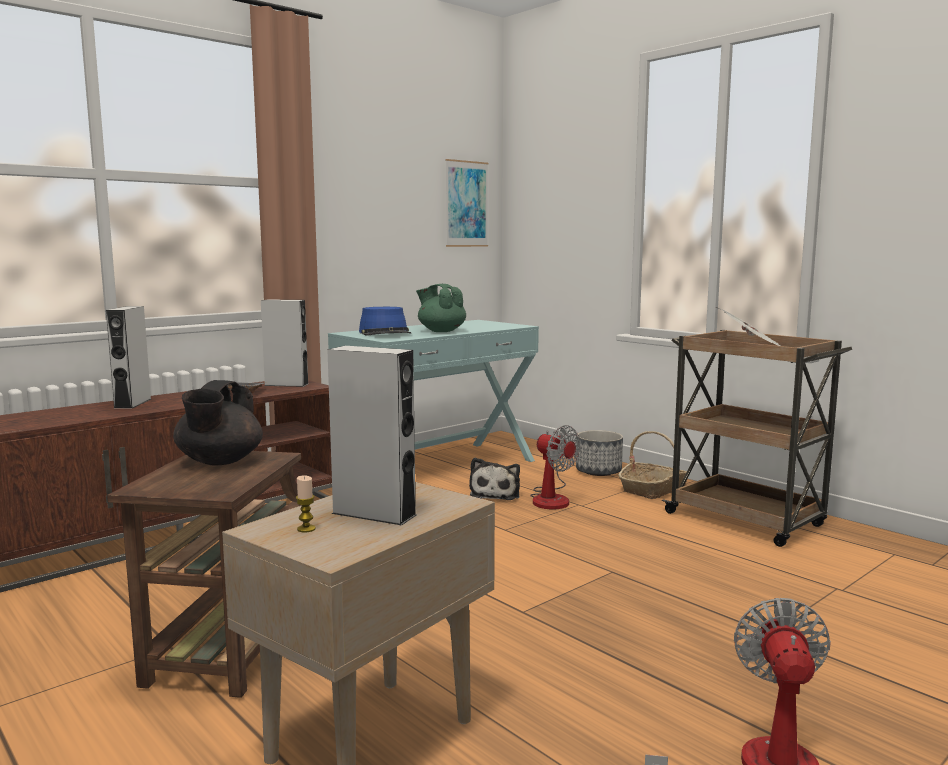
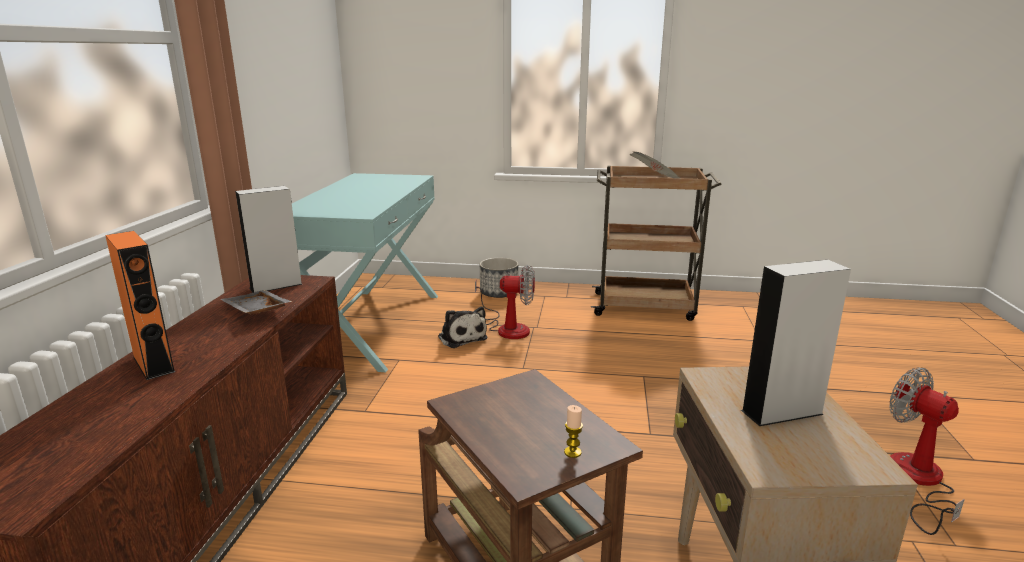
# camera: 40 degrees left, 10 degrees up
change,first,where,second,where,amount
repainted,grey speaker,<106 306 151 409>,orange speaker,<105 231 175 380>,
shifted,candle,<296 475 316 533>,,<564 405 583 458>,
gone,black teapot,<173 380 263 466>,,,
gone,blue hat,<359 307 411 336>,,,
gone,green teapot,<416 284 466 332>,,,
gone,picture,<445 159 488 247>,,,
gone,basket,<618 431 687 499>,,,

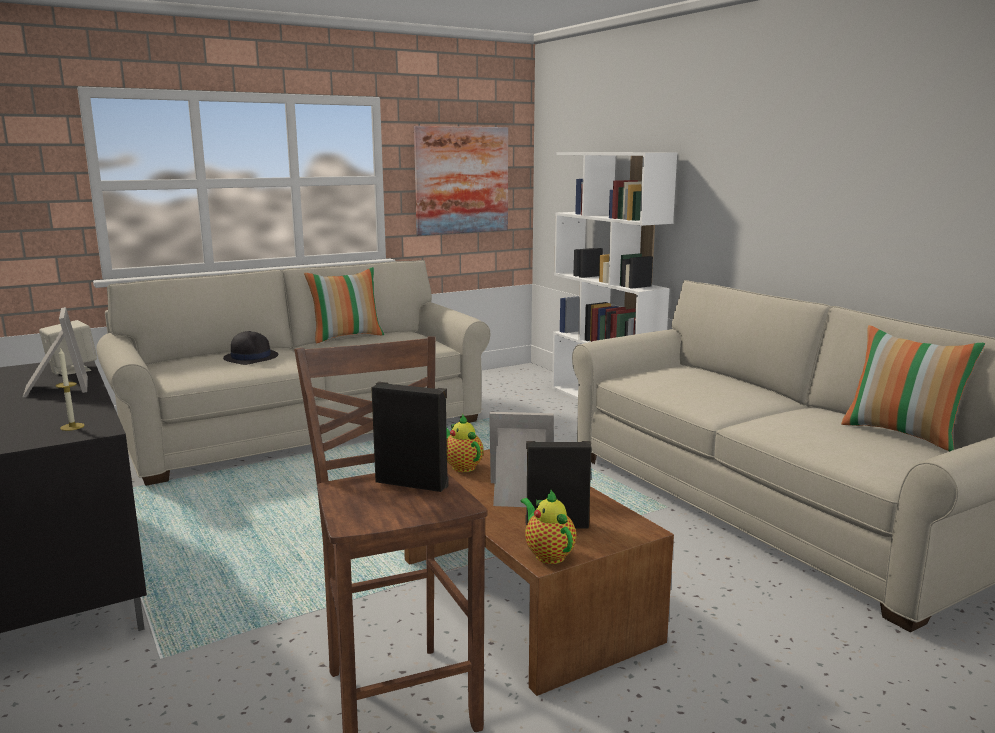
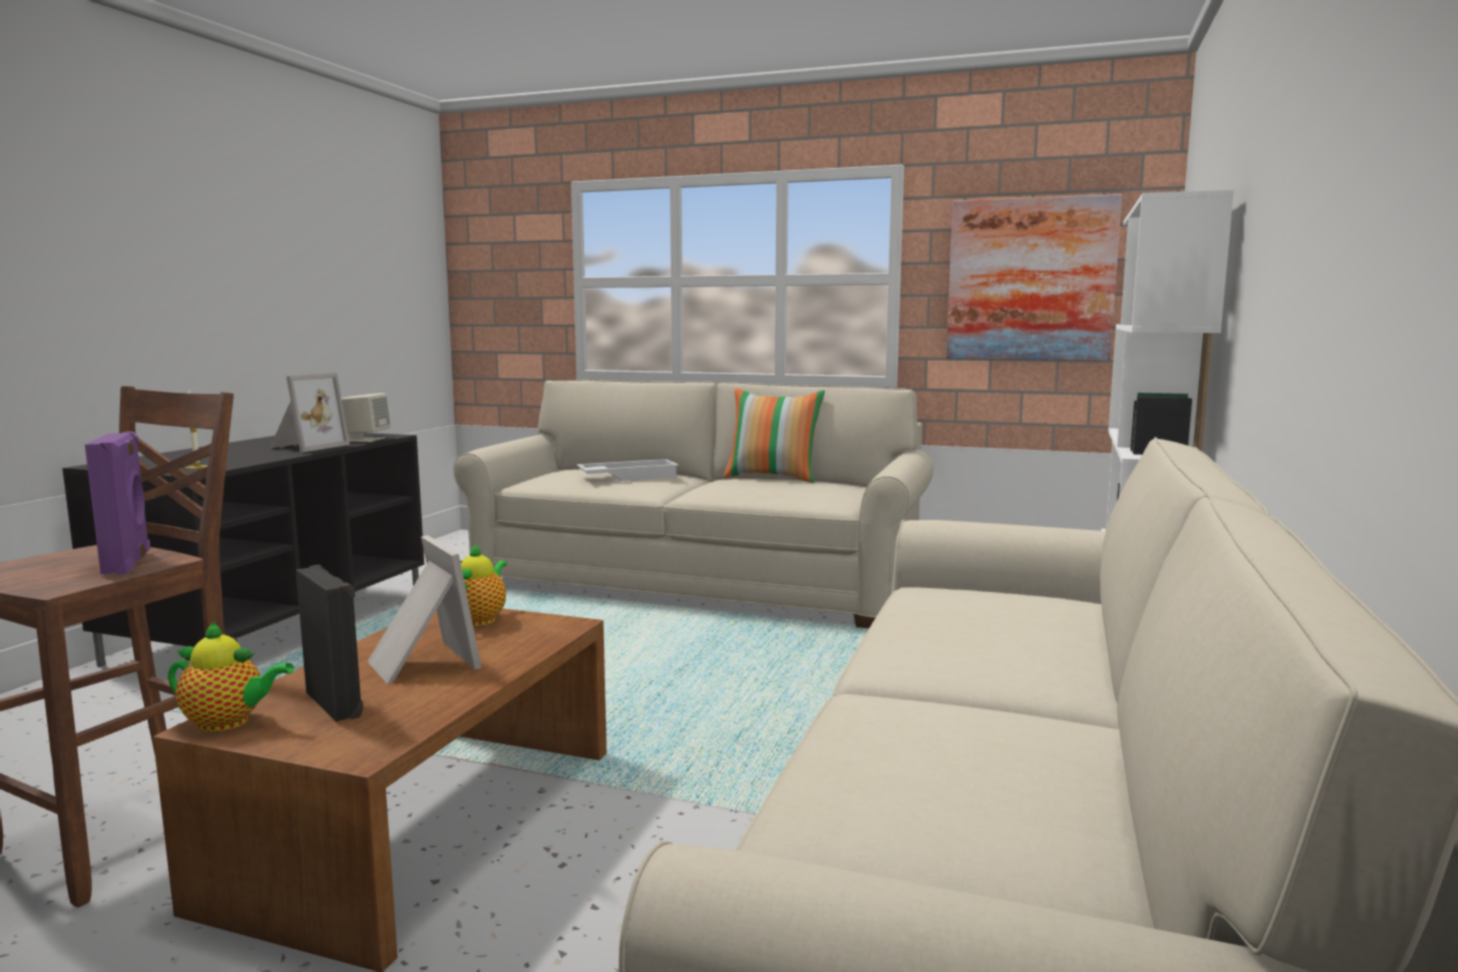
# camera: 50 degrees right, 5 degrees down
change,first,where,second,where,amount
repainted,black speaker,<371 382 449 492>,purple speaker,<85 431 150 575>,
rotated,teapot,<521 490 576 564>,,<168 622 294 732>,75 degrees clockwise
swapped,black hat,<223 331 278 365>,white tray,<577 459 679 481>,
gone,pillow,<841 325 985 451>,,,

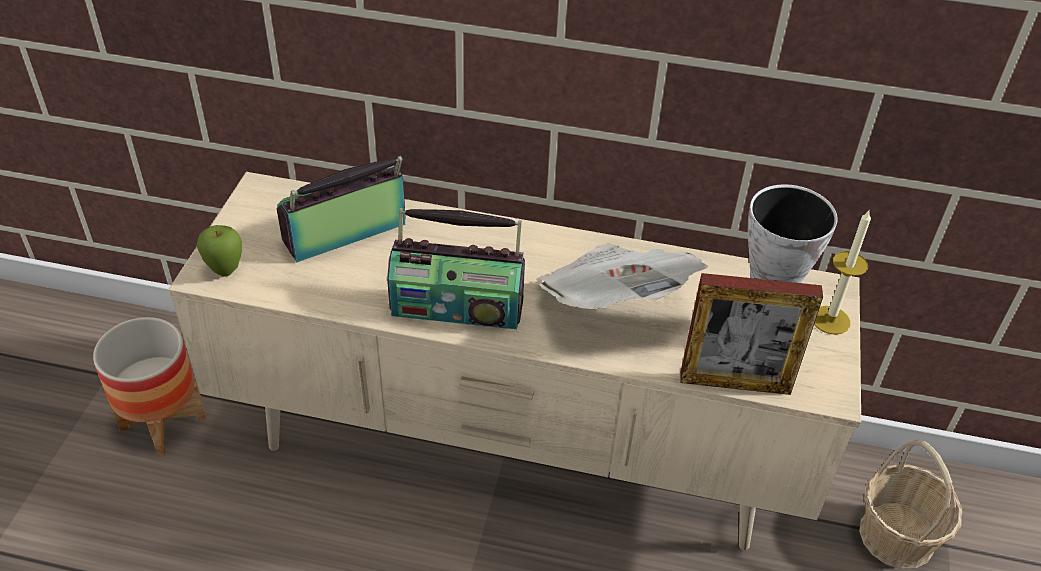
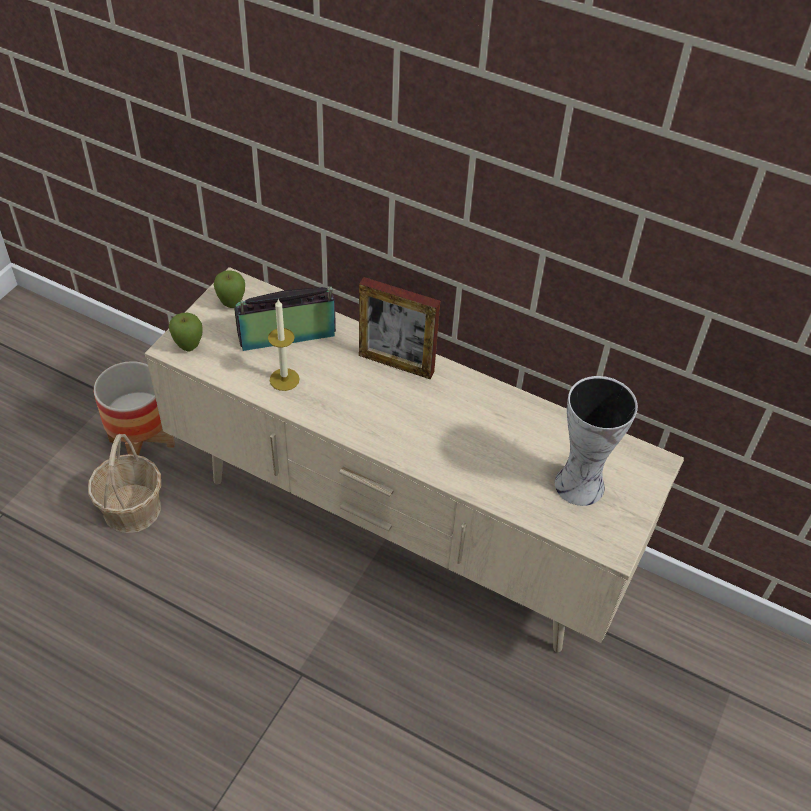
# camera: 15 degrees right, 5 degrees up
change,first,where,second,where,amount
shifted,basket,<859 440 962 569>,,<88 434 161 533>,
new,,,apple,<214 270 245 308>,
shifted,candle,<814 209 871 335>,,<268 299 300 391>,
shifted,picture frame,<680 273 823 395>,,<359 277 440 379>,
gone,radio,<387 208 525 329>,,,
gone,newspaper,<536 243 708 309>,,,

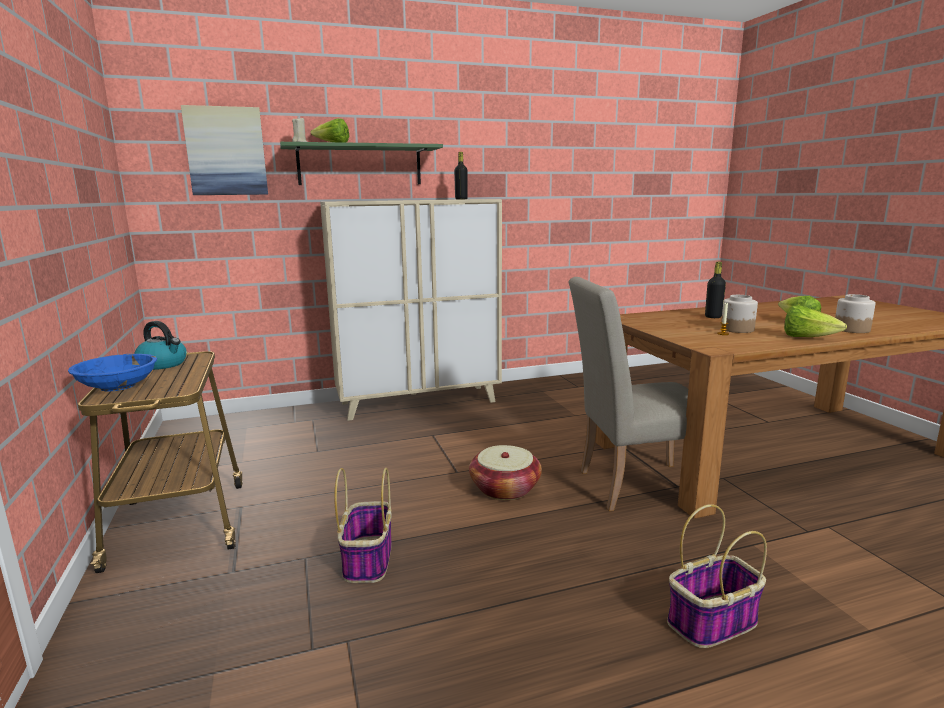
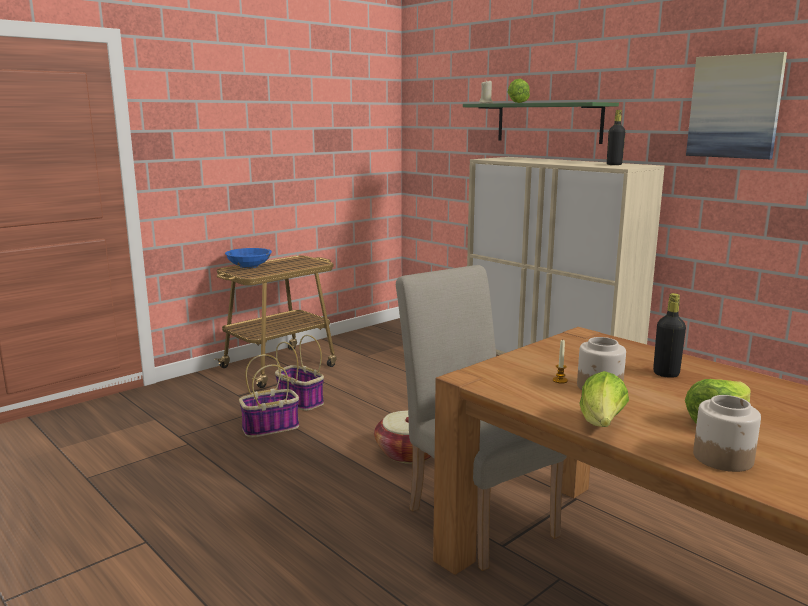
# camera: 65 degrees right, 0 degrees up
change,first,where,second,where,amount
shifted,basket,<667 504 767 648>,,<275 335 324 411>,
shifted,picture,<181 105 268 195>,,<686 52 787 159>,
gone,kettle,<134 321 187 370>,,,

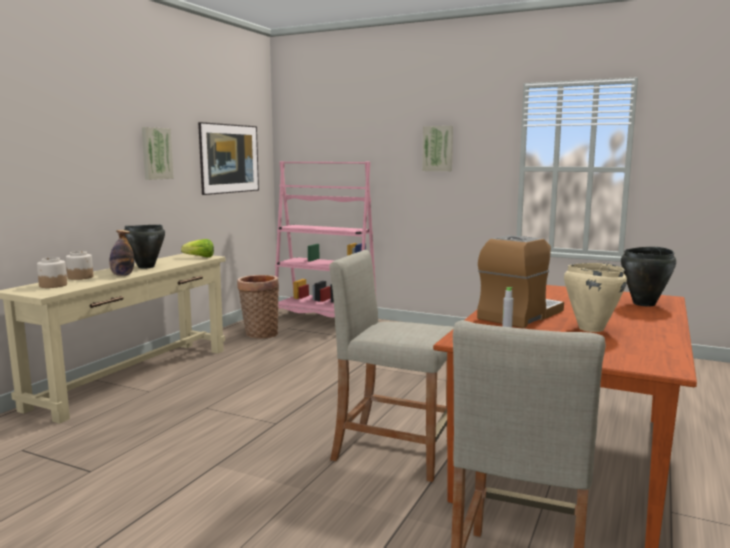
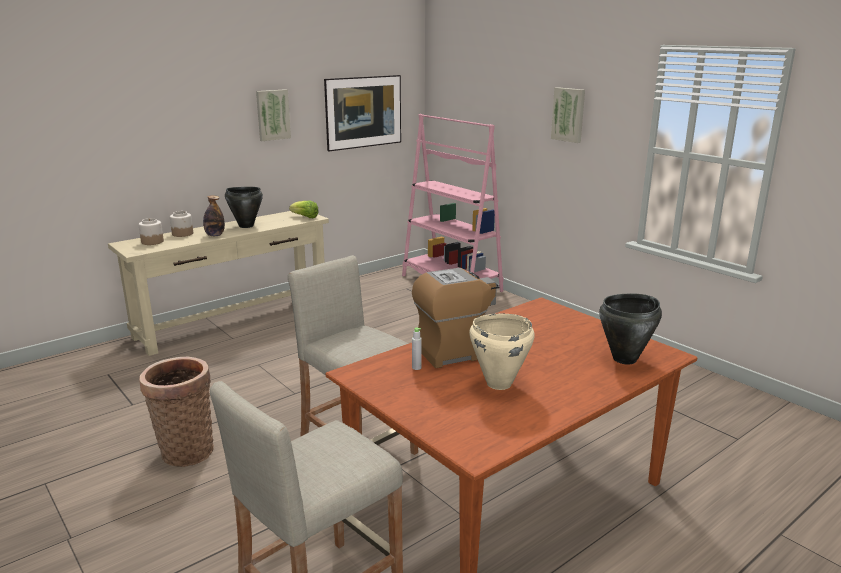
# camera: 25 degrees right, 10 degrees up
change,first,where,second,where,amount
shifted,basket,<237 275 279 339>,,<139 357 214 467>,

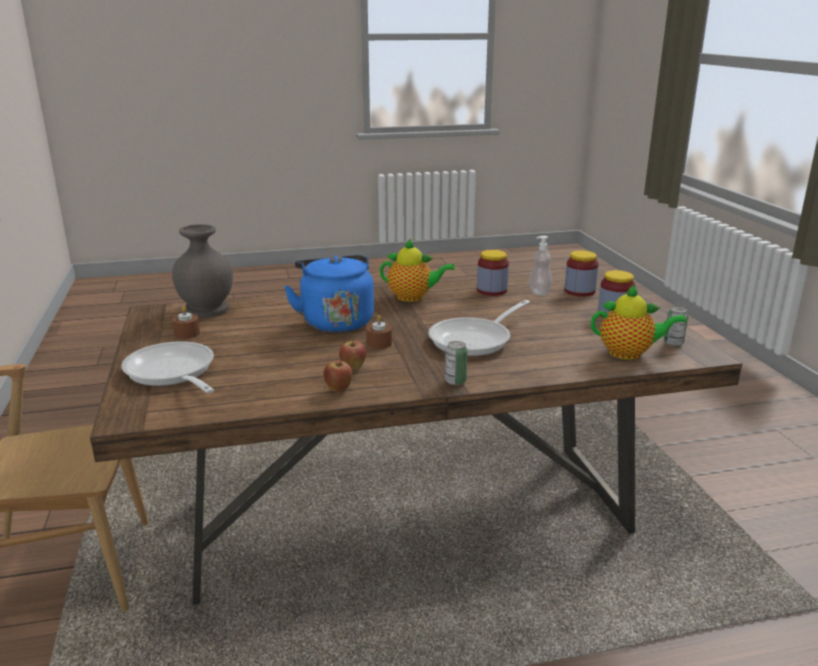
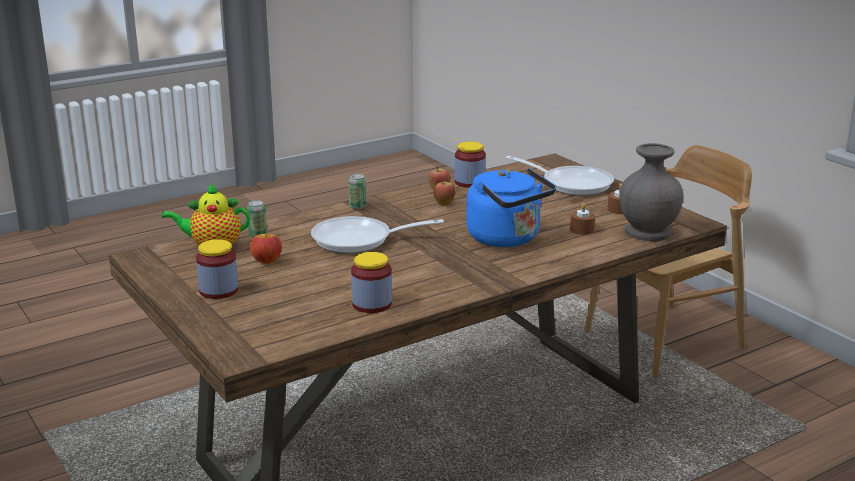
# camera: 160 degrees right, 0 degrees up
change,first,where,second,where,amount
shifted,can,<664 307 688 346>,,<247 200 267 238>,
new,,,apple,<250 231 282 264>,
rotated,frying pan,<428 300 530 356>,,<311 216 444 253>,120 degrees counterclockwise
shifted,jar,<564 250 598 297>,,<455 142 486 188>,
shifted,brown candle,<366 315 392 349>,,<570 203 595 235>,
gone,teapot,<380 239 455 302>,,,
gone,soap dispenser,<529 236 552 295>,,,

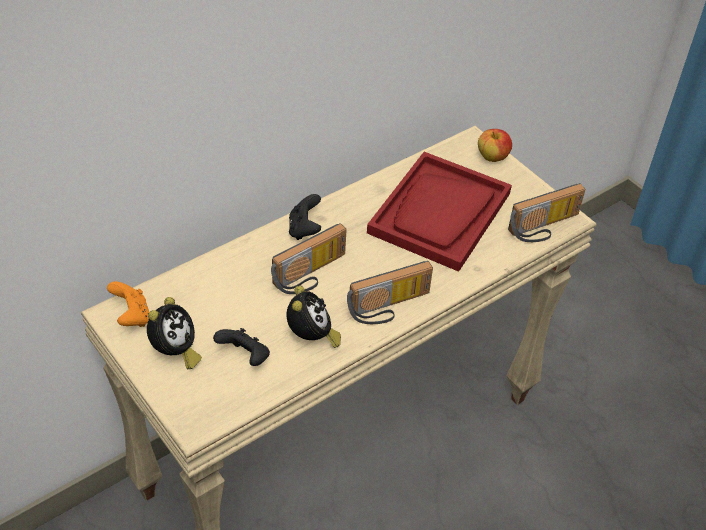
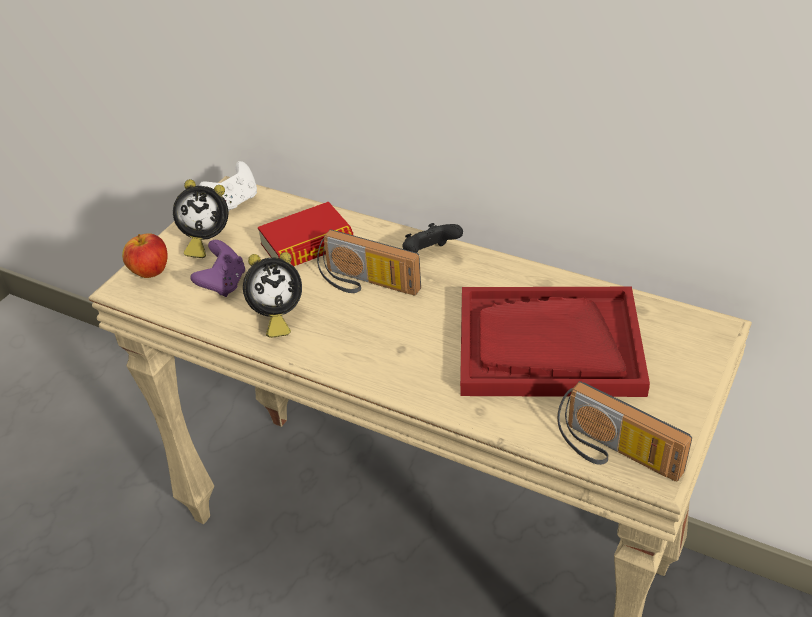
# camera: 70 degrees right, 5 degrees down
change,first,where,second,where,amount
shifted,apple,<478 129 512 162>,,<122 233 168 278>,
repainted,black game controller,<213 328 270 366>,purple game controller,<190 240 245 297>,
repainted,orange game controller,<107 281 149 327>,white game controller,<199 161 257 212>,
new,,,book,<258 201 353 266>,
gone,radio,<347 261 433 324>,,,

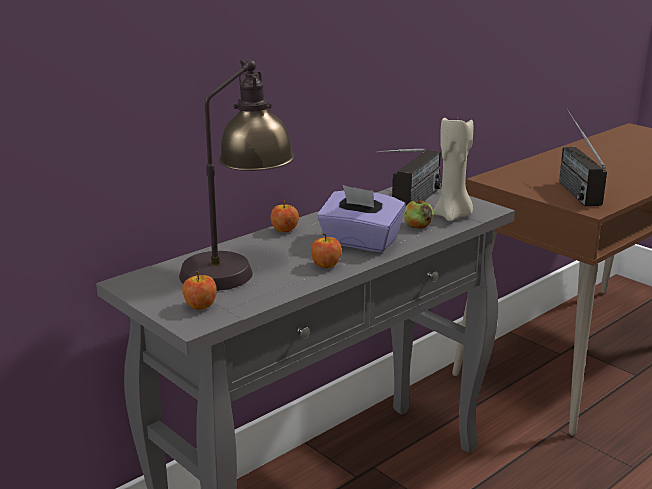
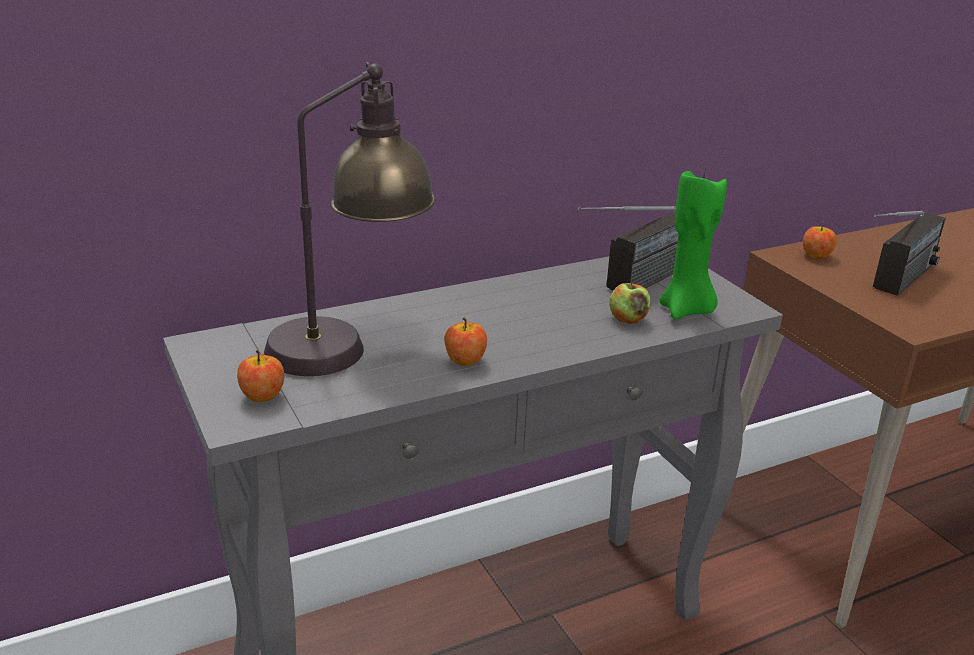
# camera: 15 degrees right, 5 degrees up
change,first,where,second,where,amount
repainted,beige candle,<433 116 473 221>,green candle,<660 167 727 319>,
shifted,apple,<271 200 299 232>,,<803 222 837 259>,
rotated,radio,<559 109 607 206>,,<873 210 946 296>,150 degrees counterclockwise
gone,purple tissue box,<317 185 406 253>,,,

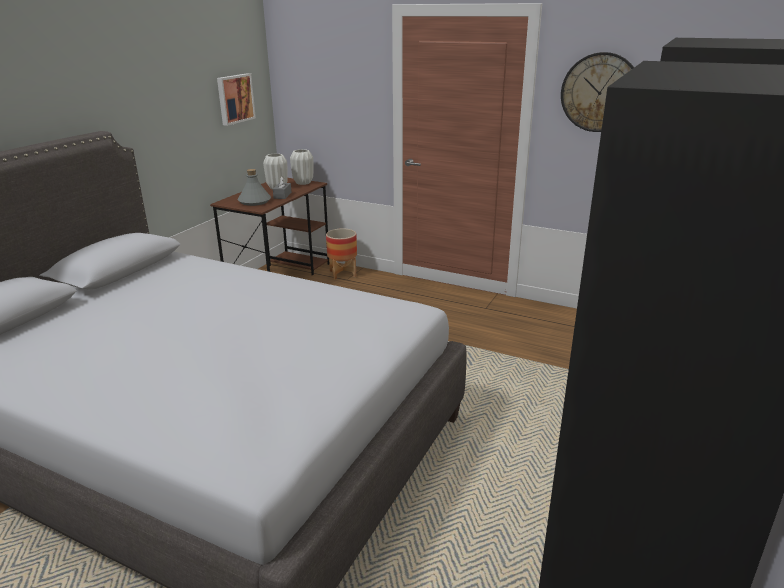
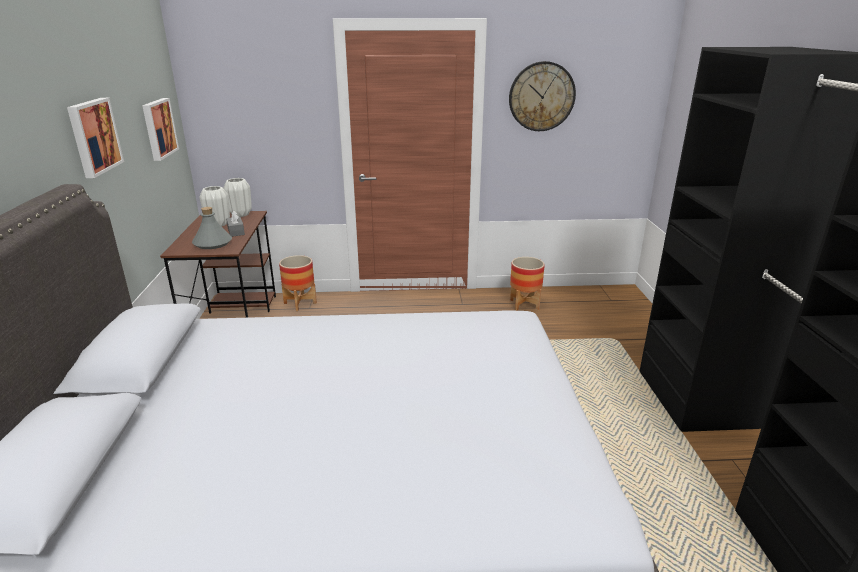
# camera: 30 degrees left, 0 degrees up
change,first,where,second,where,amount
new,,,picture,<67 98 124 178>,
new,,,planter,<510 257 545 311>,

